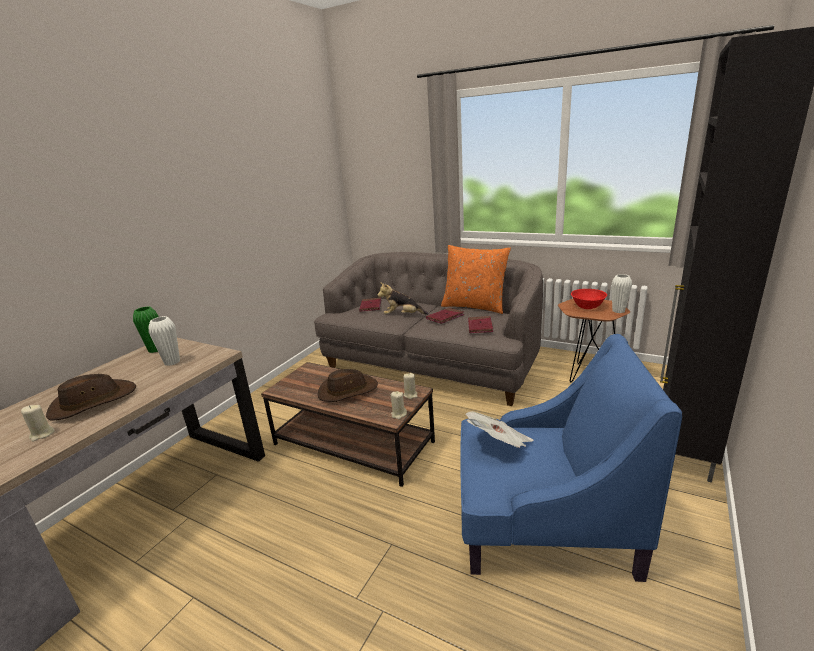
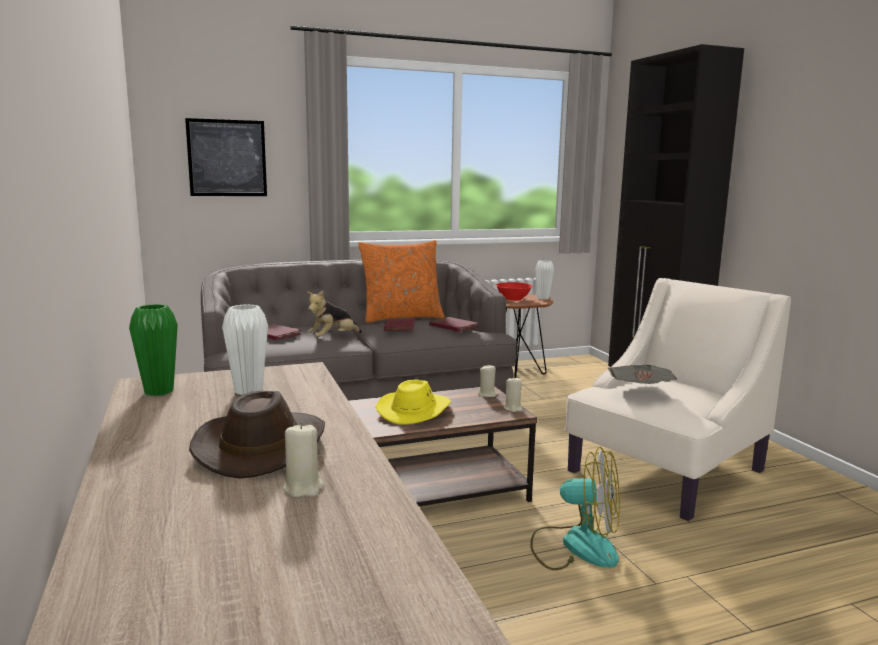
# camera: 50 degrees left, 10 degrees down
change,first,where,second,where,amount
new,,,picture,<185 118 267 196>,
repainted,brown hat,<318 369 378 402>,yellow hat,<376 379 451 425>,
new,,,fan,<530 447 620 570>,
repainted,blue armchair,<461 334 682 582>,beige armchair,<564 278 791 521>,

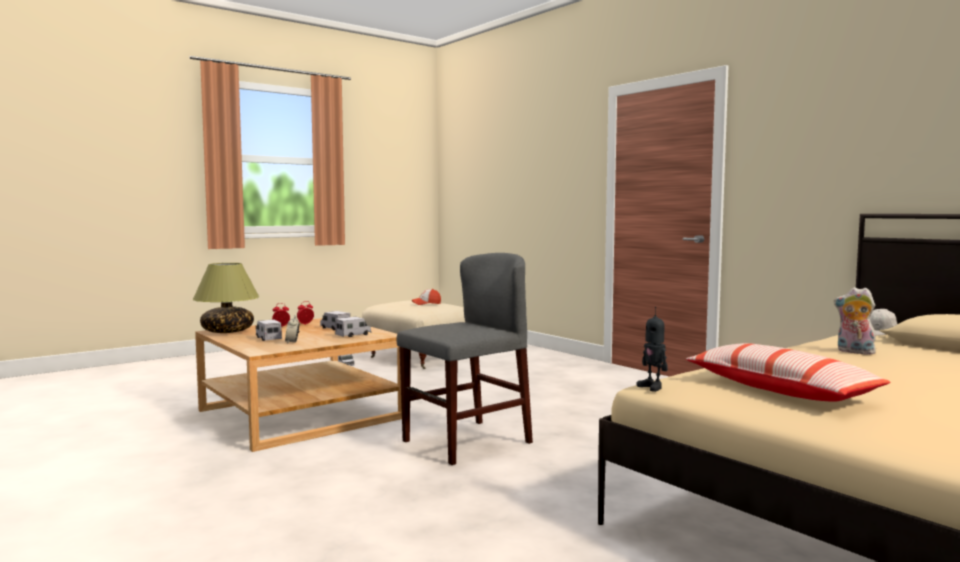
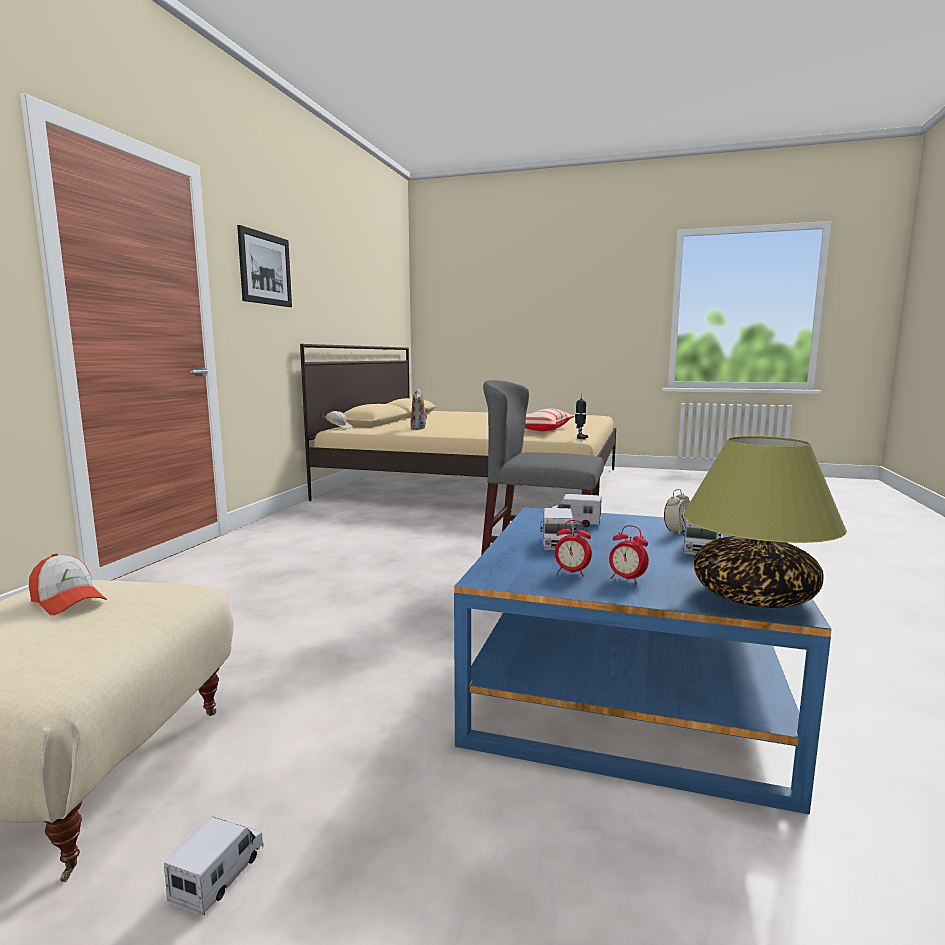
# camera: 125 degrees left, 5 degrees up
change,first,where,second,where,amount
new,,,picture,<237 225 292 307>,
repainted,beige coffee table,<195 318 402 452>,blue coffee table,<454 507 831 815>,

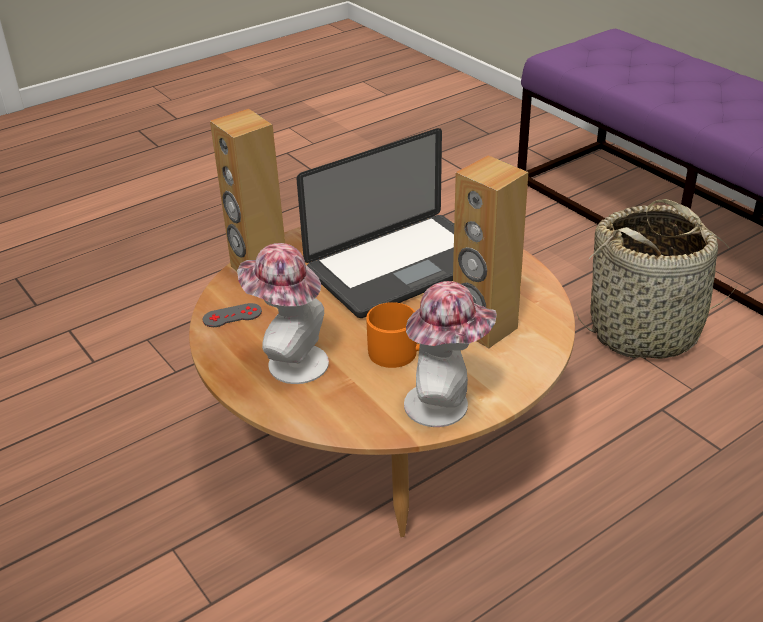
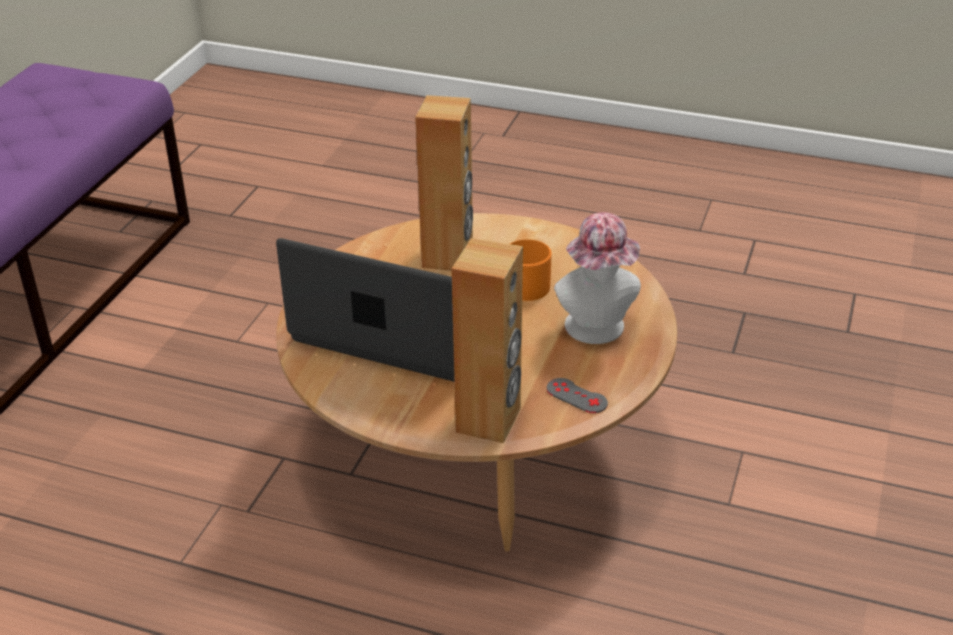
# camera: 125 degrees left, 0 degrees up
change,first,where,second,where,amount
gone,hat,<404 281 497 427>,,,
gone,basket,<576 199 737 359>,,,

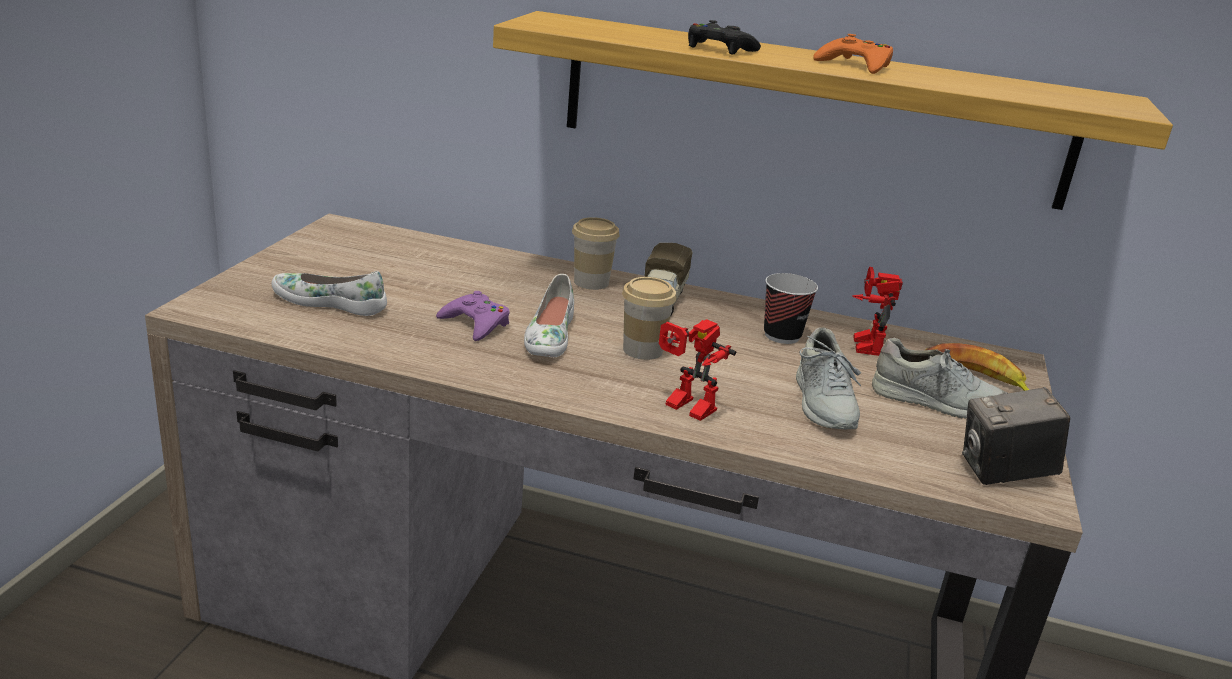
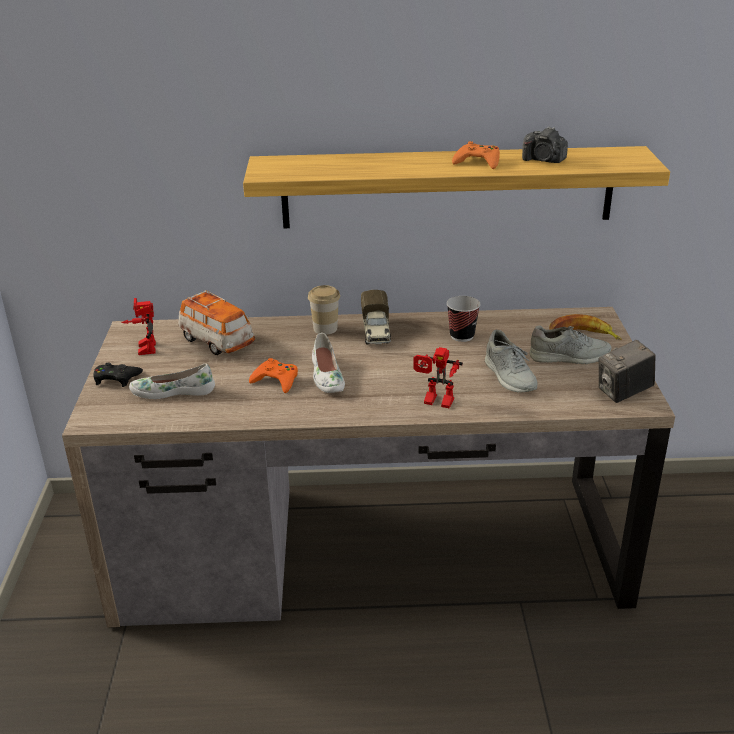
# camera: 15 degrees left, 5 degrees up
change,first,where,second,where,amount
shifted,black game controller,<688 20 761 55>,,<93 362 143 387>,
shifted,toy robot,<852 267 903 356>,,<121 298 156 355>,
new,,,toy car,<178 290 255 355>,
repainted,purple game controller,<436 291 510 341>,orange game controller,<249 358 298 393>,
new,,,photo camera,<522 127 568 163>,
gone,cup,<622 277 677 360>,,,

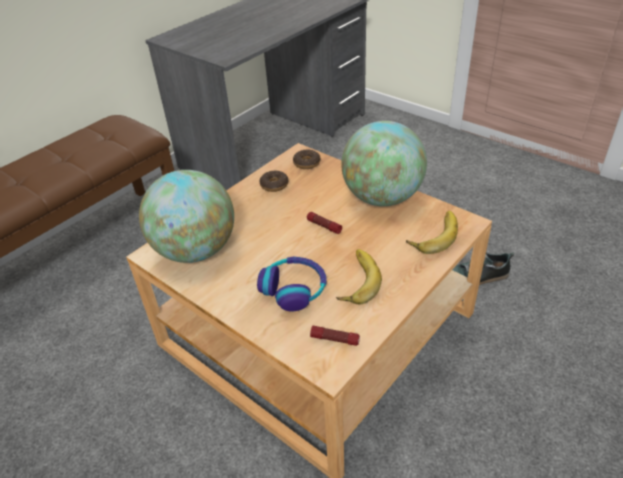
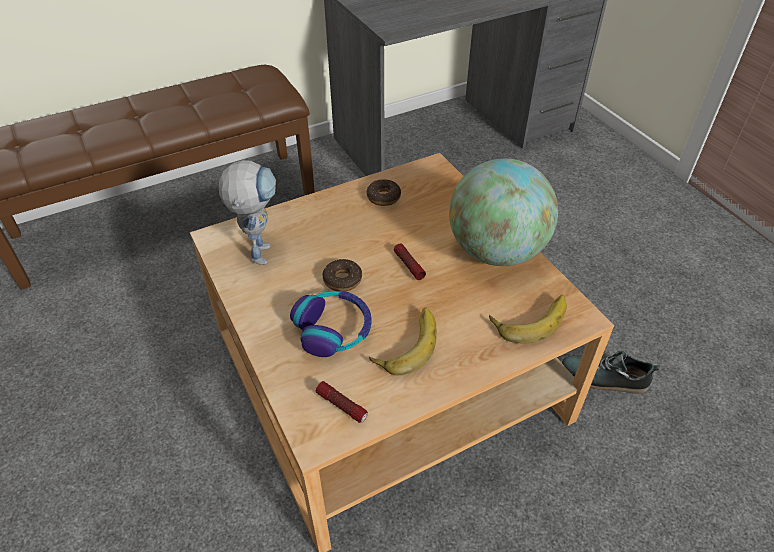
# camera: 20 degrees right, 5 degrees up
change,first,where,second,where,amount
swapped,globe,<139 170 234 263>,toy robot,<219 160 276 265>,
shifted,donut,<293 150 320 169>,,<322 259 362 292>,

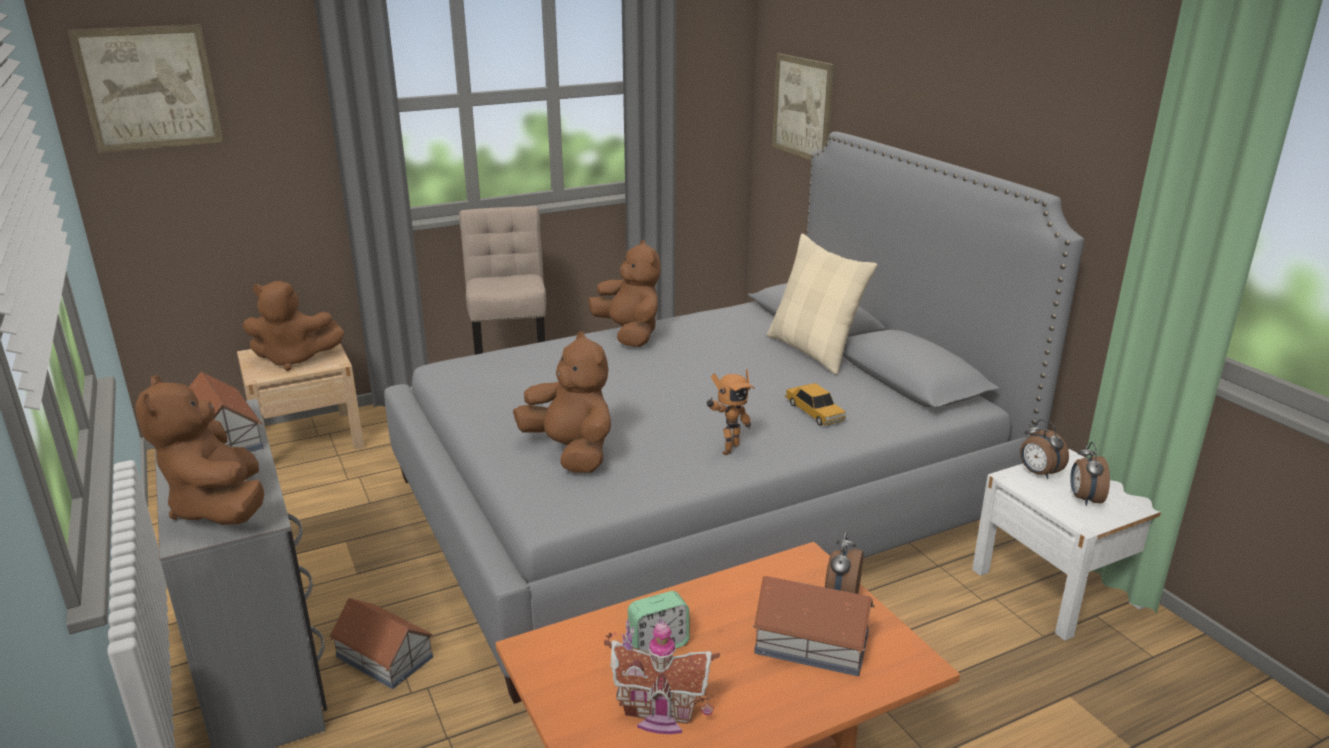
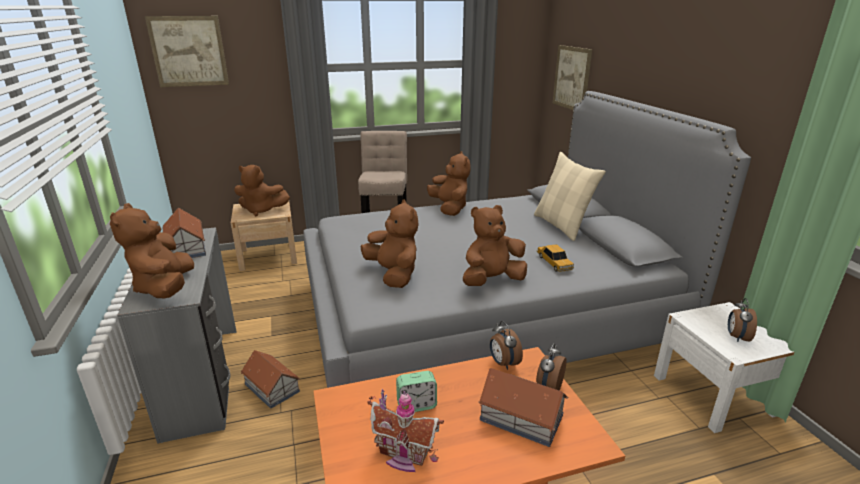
# camera: 10 degrees right, 0 degrees up
change,first,where,second,where,amount
swapped,toy robot,<707 369 755 455>,brown plush toy,<463 205 527 286>,
shifted,alarm clock,<1020 419 1069 479>,,<490 321 523 370>,

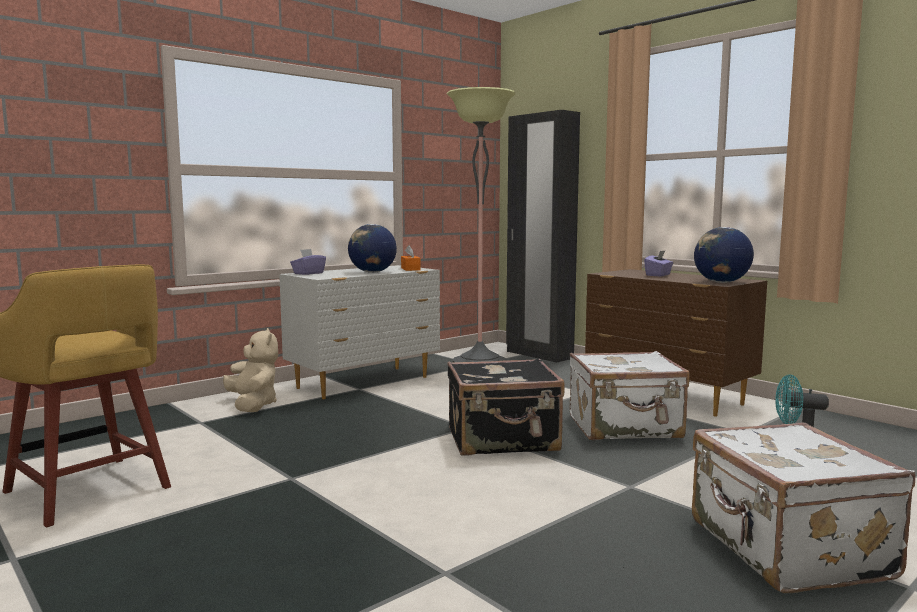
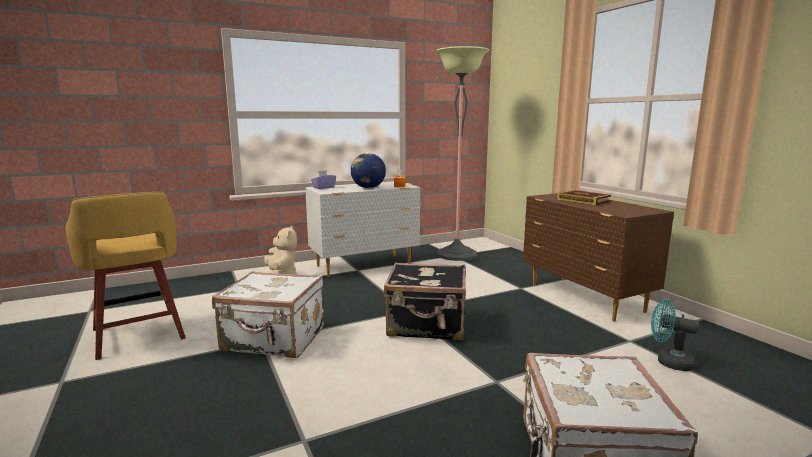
# camera: 15 degrees right, 5 degrees up
change,first,where,second,where,amount
shifted,white suitcase,<570 351 690 440>,,<212 271 324 358>,
swapped,purple tissue box,<644 250 673 277>,book,<557 190 611 205>,
gone,black wardrobe,<506 110 580 363>,,,
gone,globe,<694 227 754 283>,,,

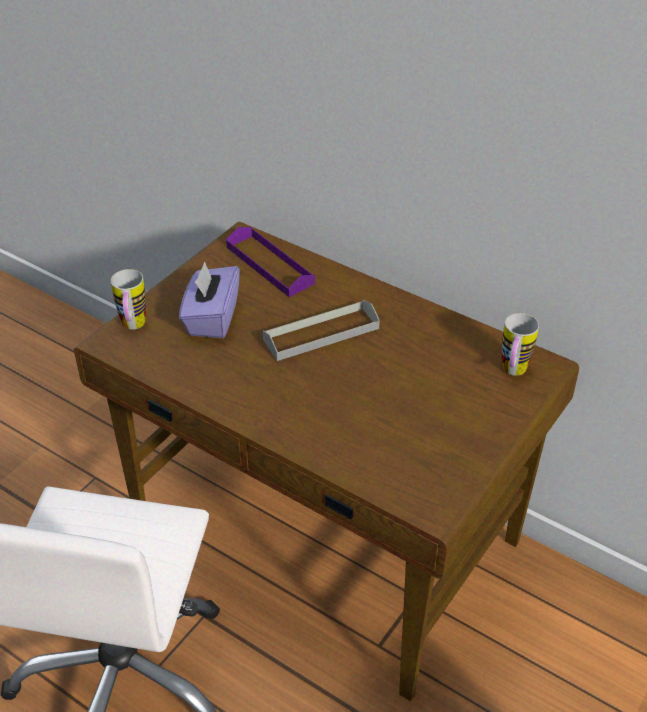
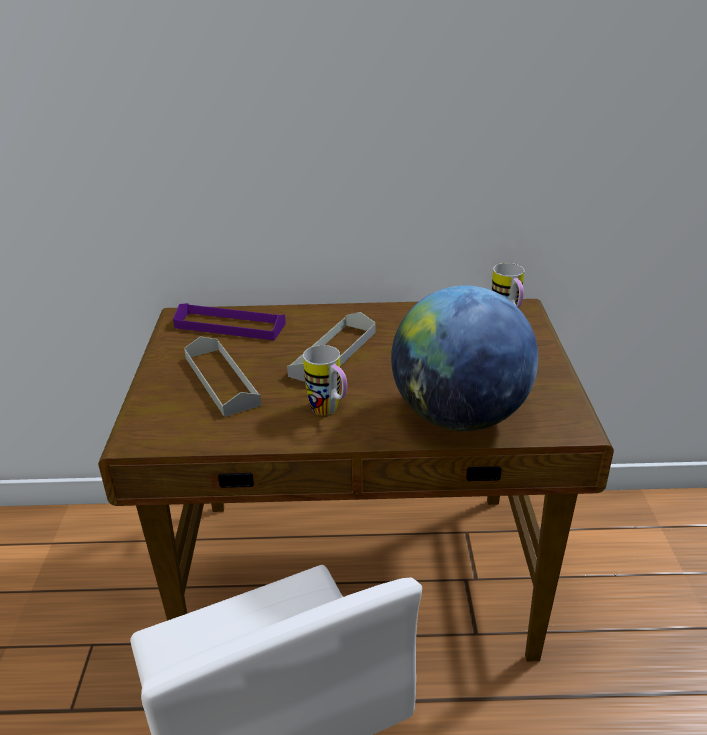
# camera: 35 degrees left, 10 degrees down
change,first,where,second,where,amount
swapped,purple tissue box,<179 262 240 338>,grey tray,<184 336 262 417>,
shifted,mug,<111 269 146 329>,,<303 345 347 415>,
new,,,globe,<391 286 539 431>,

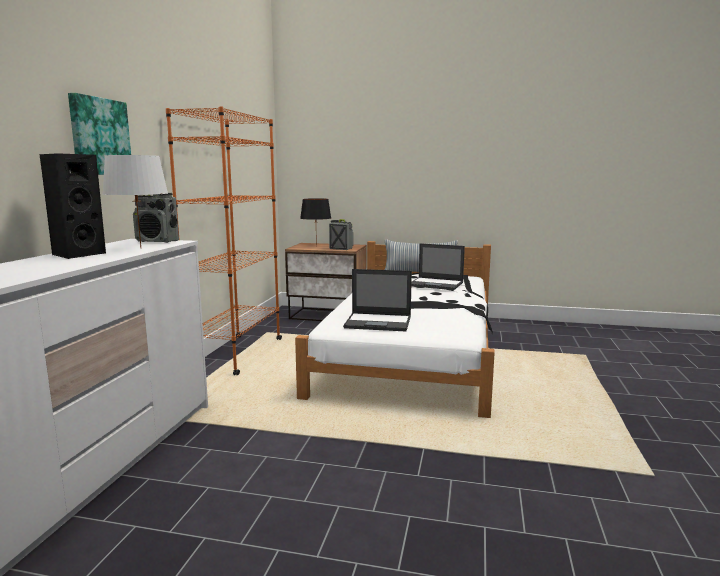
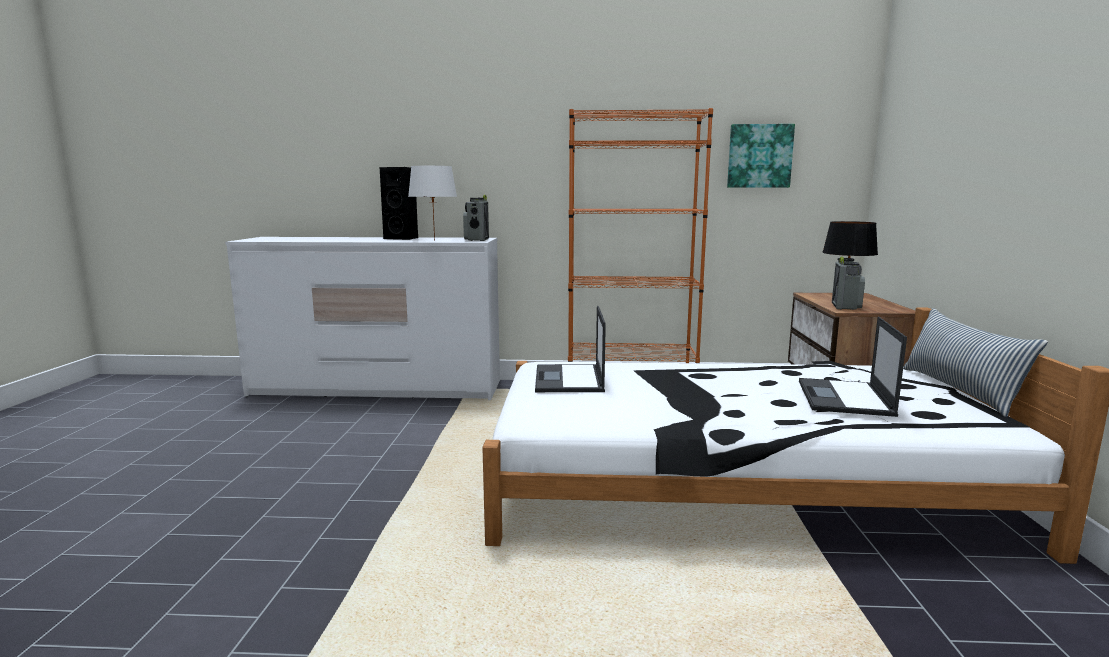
# camera: 80 degrees right, 0 degrees up
change,first,where,second,where,amount
shifted,picture,<68 93 131 175>,,<727 124 795 188>,

